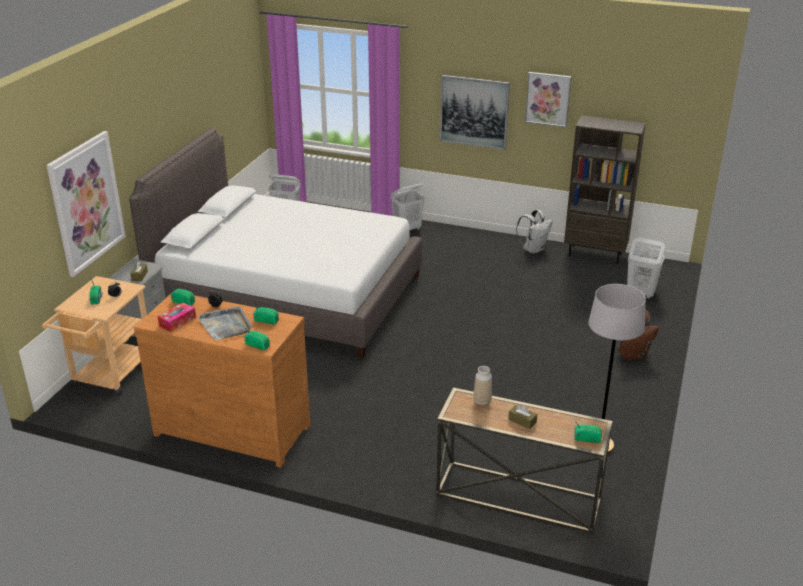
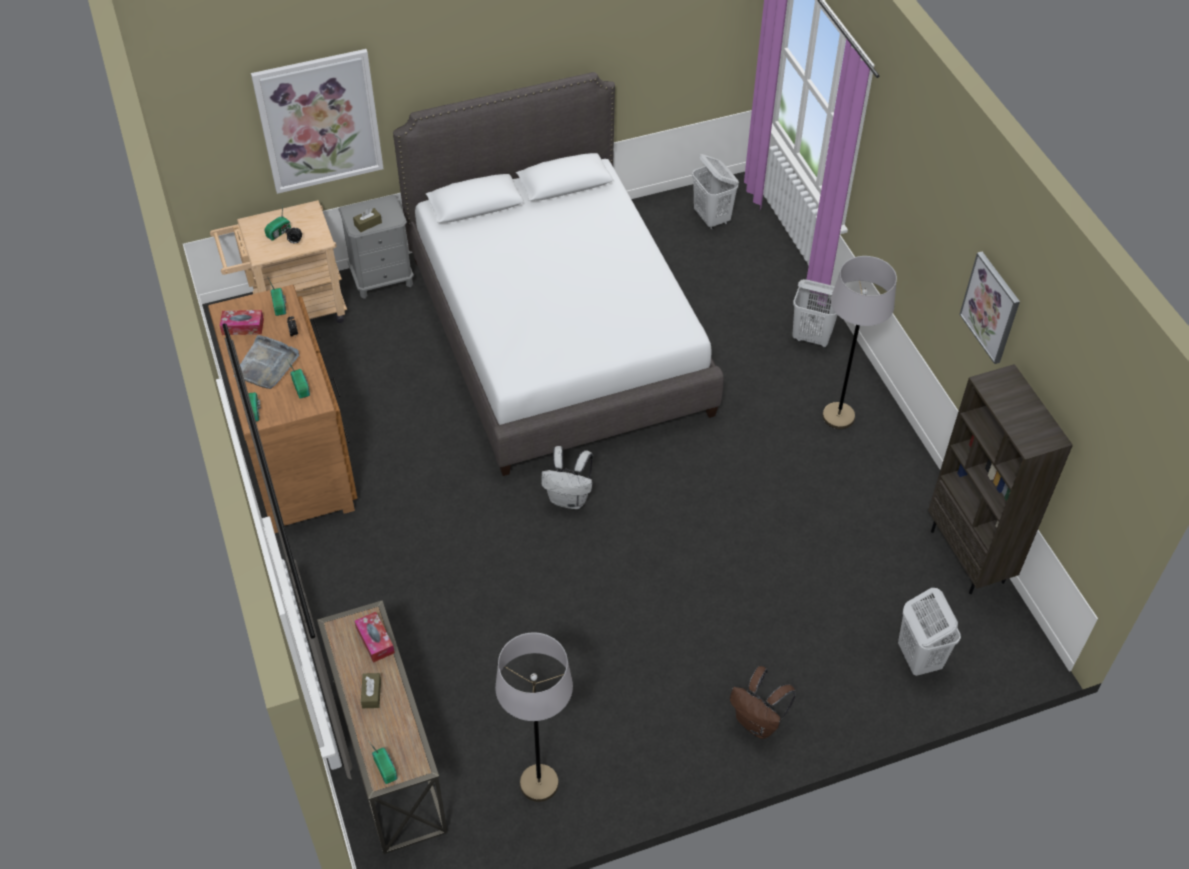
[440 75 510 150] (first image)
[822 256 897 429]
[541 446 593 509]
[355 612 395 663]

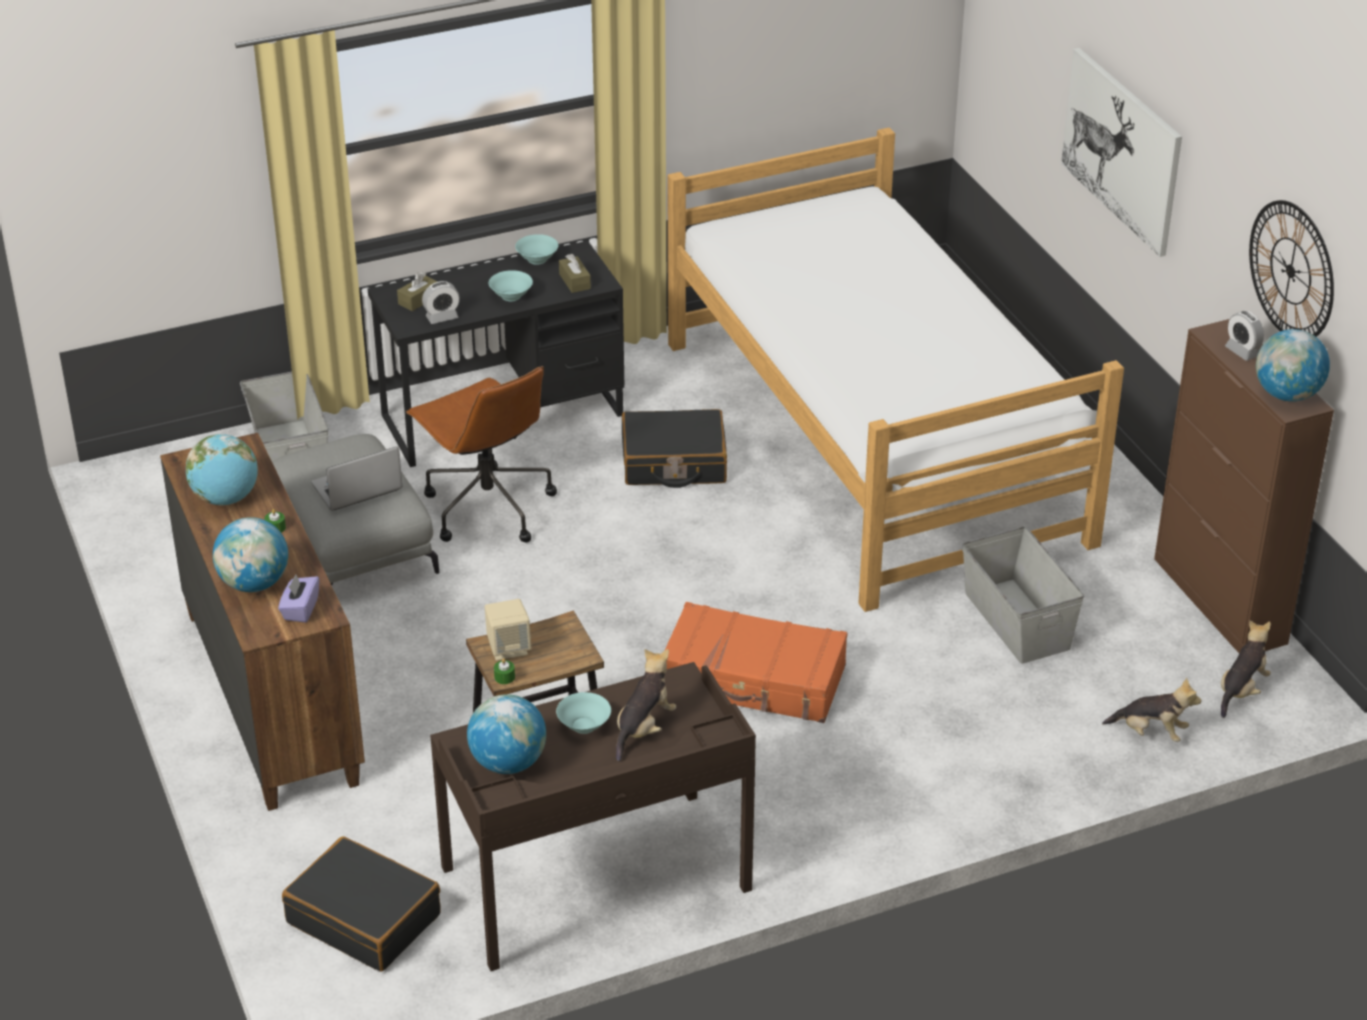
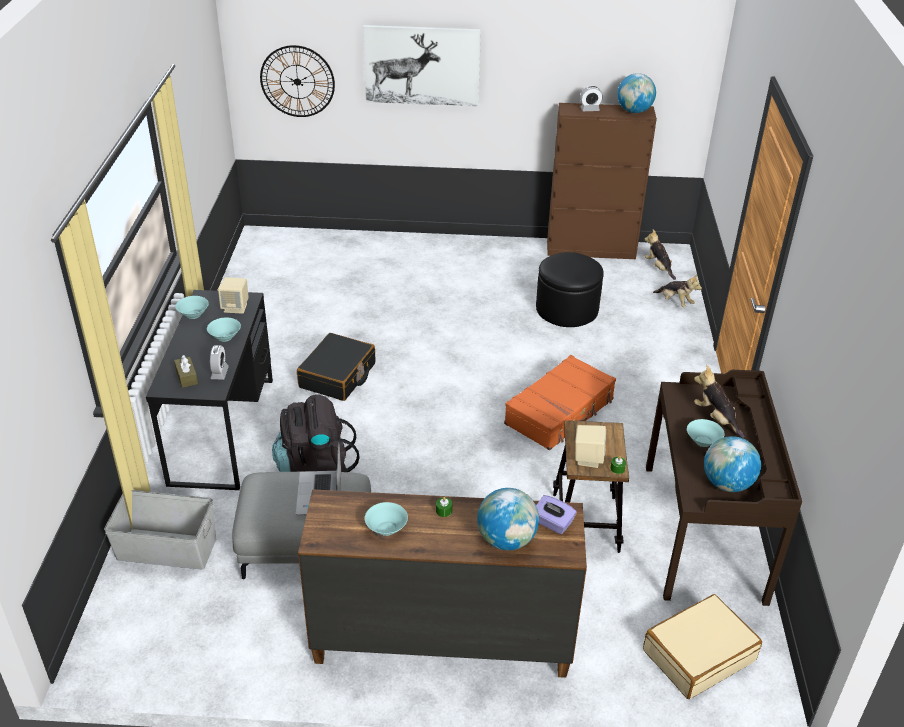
[667 128 1124 612] (first image)
[260 45 335 117]
[365 502 408 536]
[272 394 360 472]
[218 277 249 314]
[536 252 604 327]
[643 594 762 699]
[653 274 702 308]

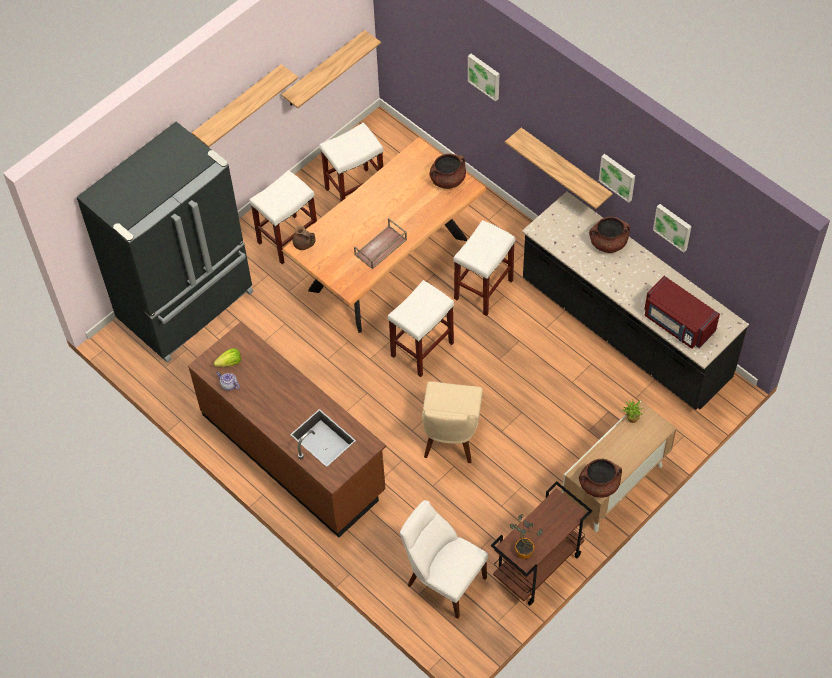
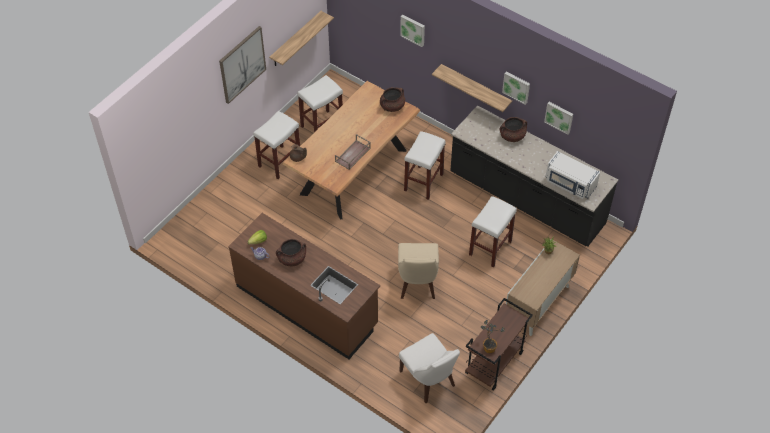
[77 121 254 363] (first image)
[469 196 517 267]
[276 239 306 266]
[219 26 266 104]
[546 151 600 199]
[399 333 460 403]

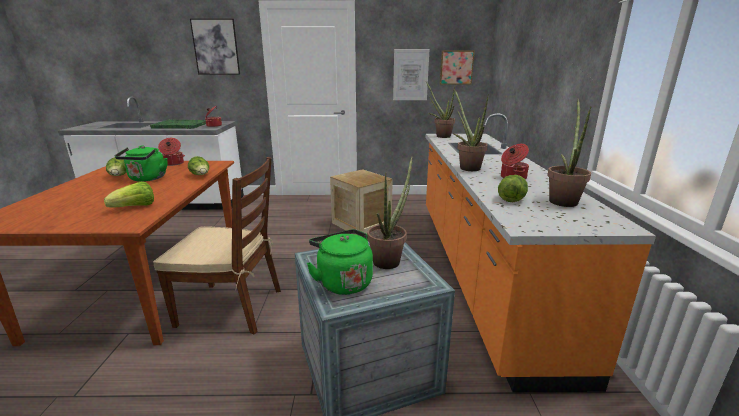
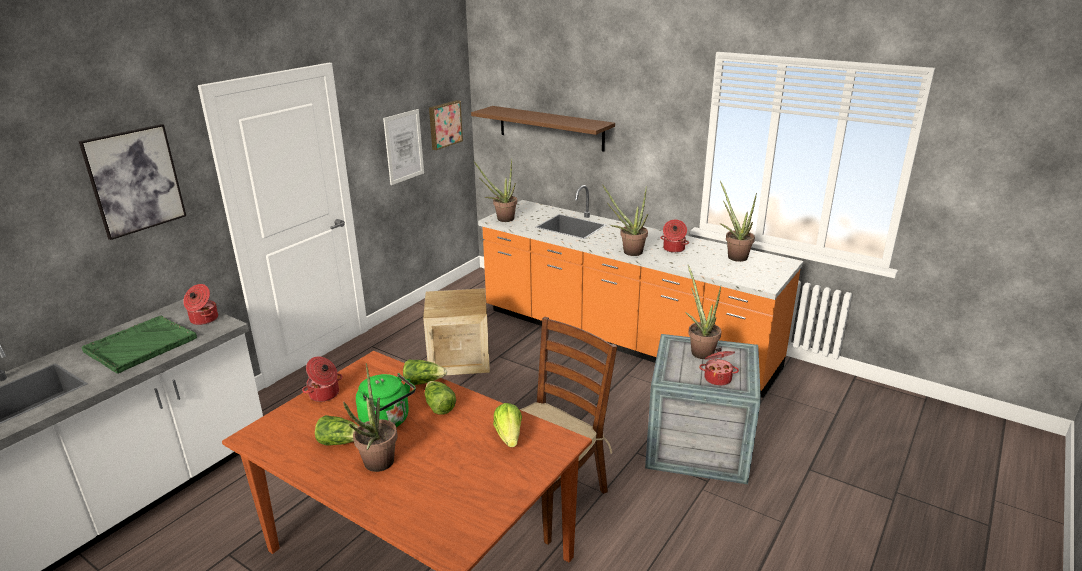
[343 363 398 472]
[471 106 615 152]
[425 381 456 414]
[699 348 739 386]

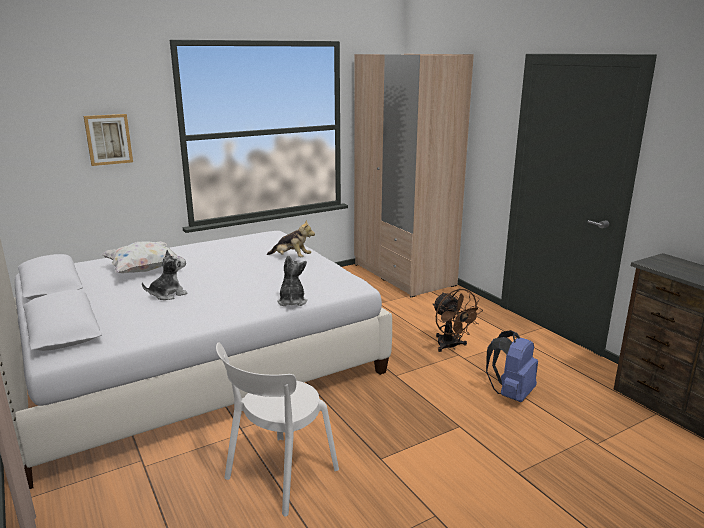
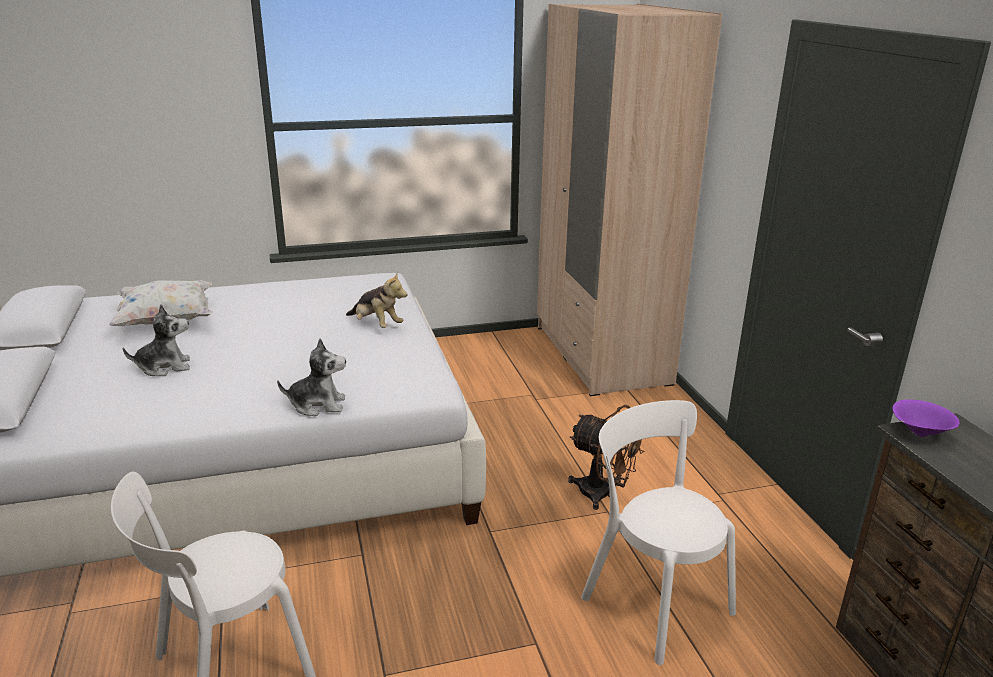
[84 114 133 166] (first image)
[892 399 959 437]
[581 400 736 665]
[277 338 346 416]
[568 405 645 510]

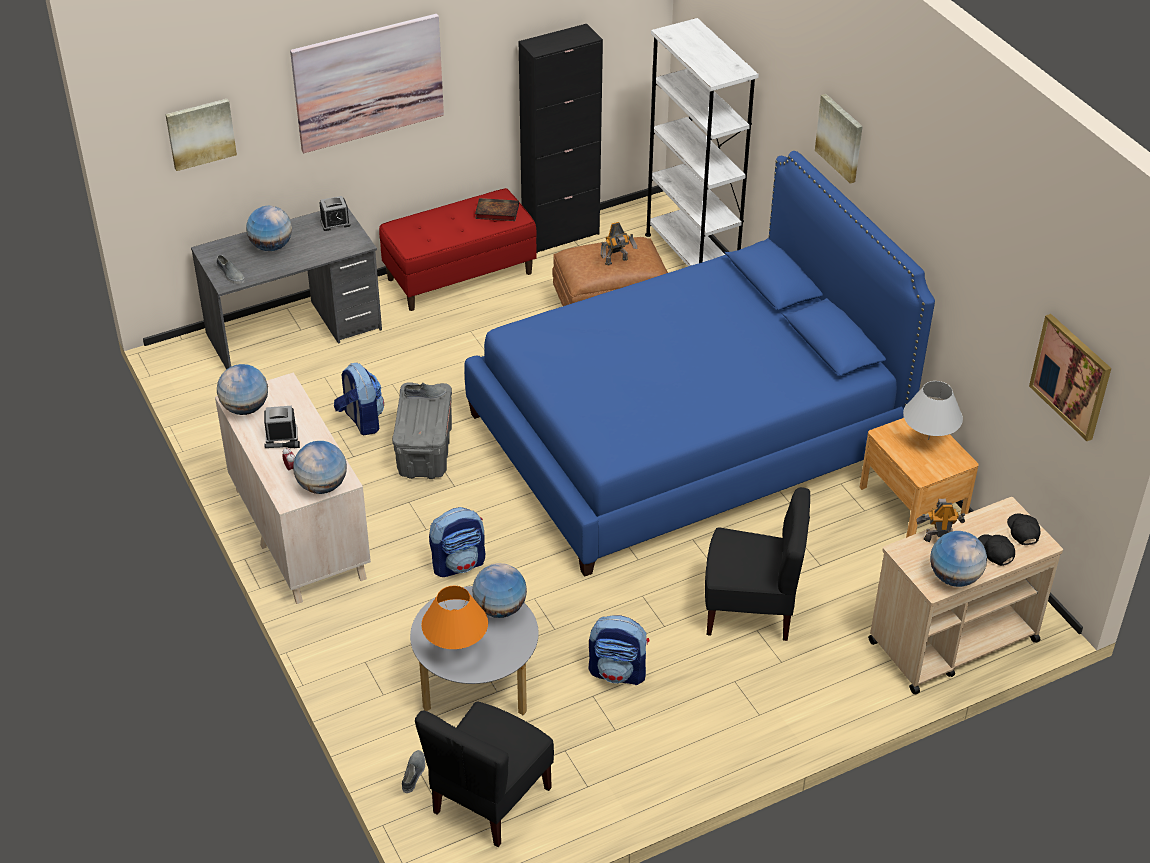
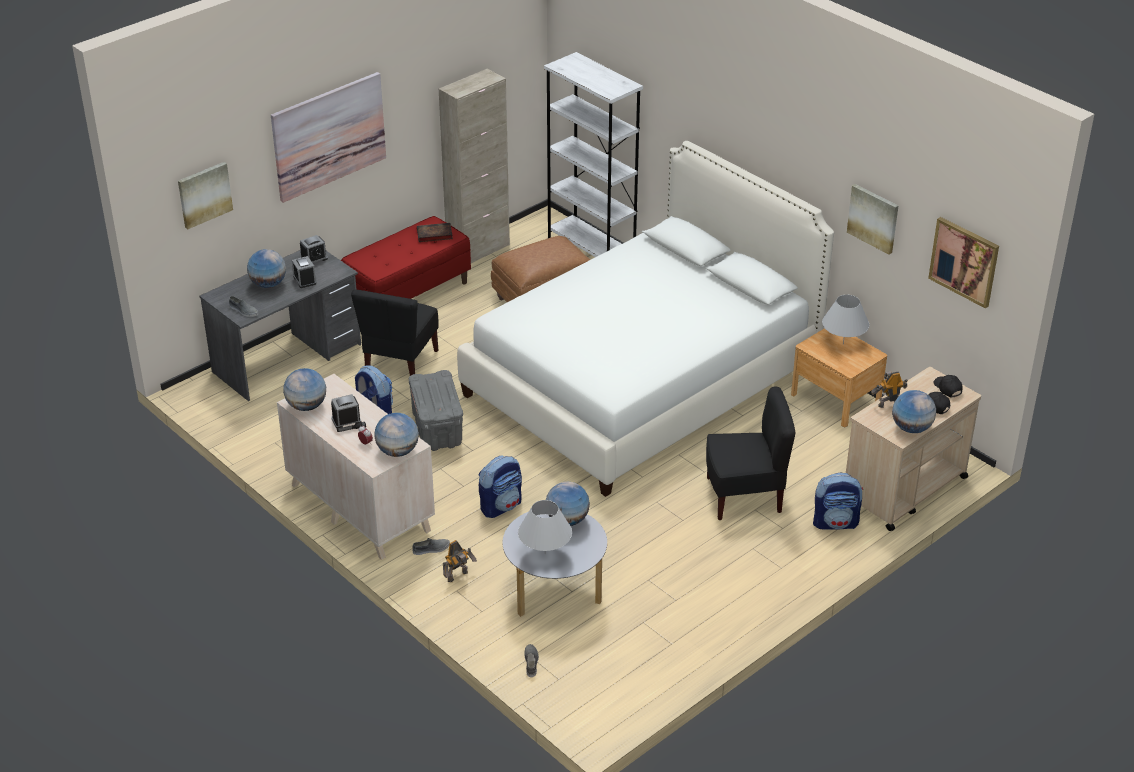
[292 256 316 288]
[412 538 450 555]
[351 289 439 376]
[813 473 863 530]
[443 540 477 582]
[847 184 898 254]
[518 500 572 554]
[457 141 834 497]
[439 69 510 263]

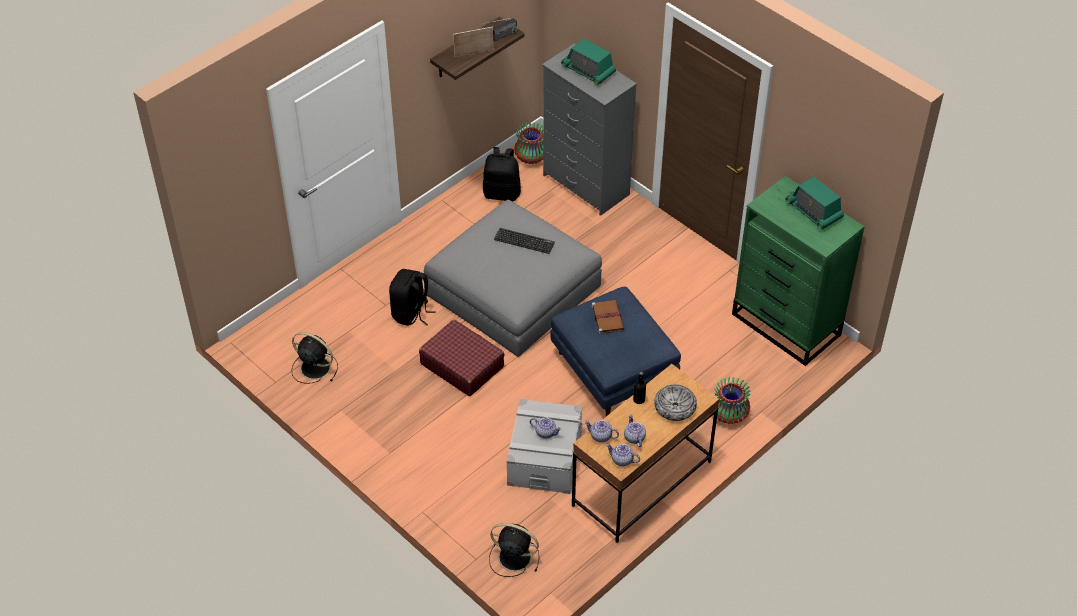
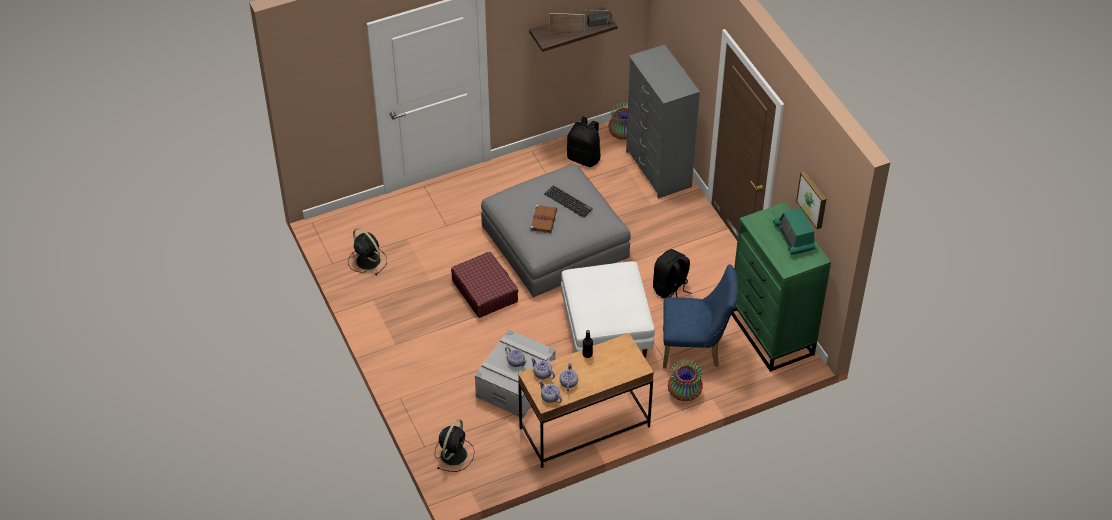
[561 39 616 85] (first image)
[654 384 697 421] (first image)
[663 264 738 368]
[796 171 826 229]
[653 249 692 299]
[530 205 557 233]
[561 261 655 358]
[435 419 475 472]

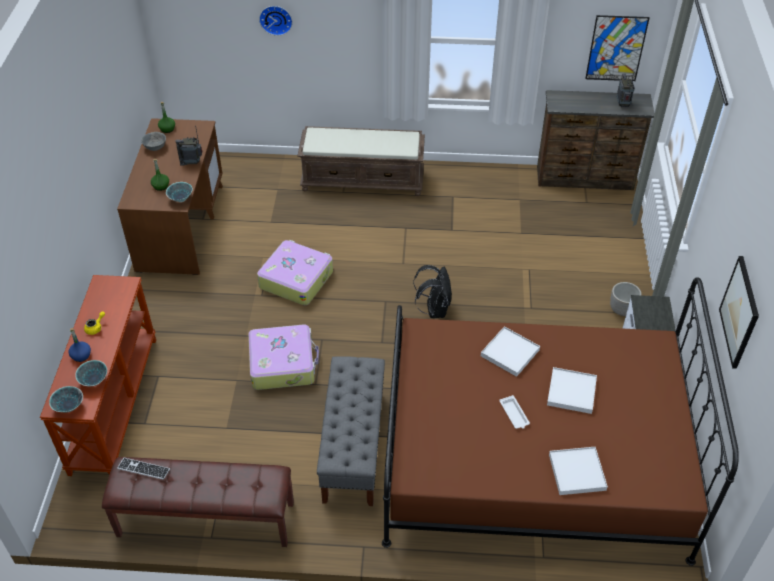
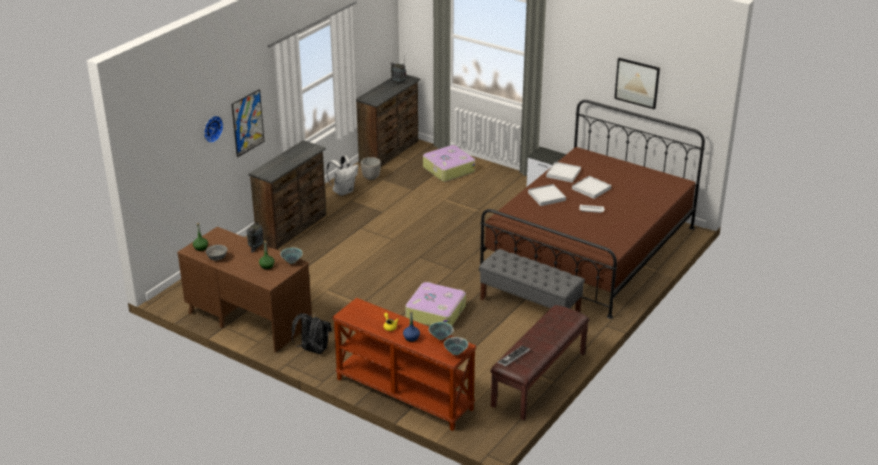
[327 156 358 196]
[423 145 475 182]
[292 313 332 354]
[546 162 581 183]
[231 89 265 157]
[361 157 381 180]
[248 140 326 250]

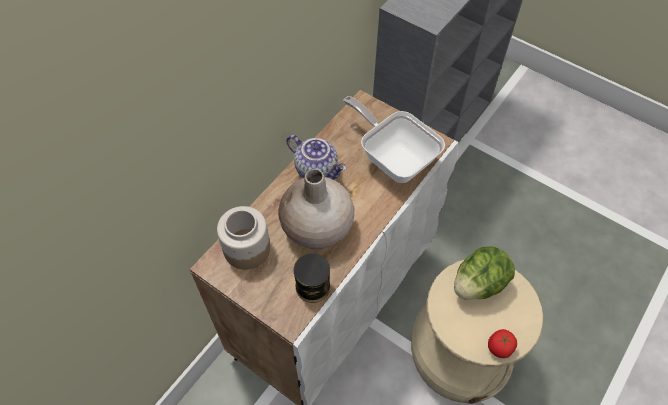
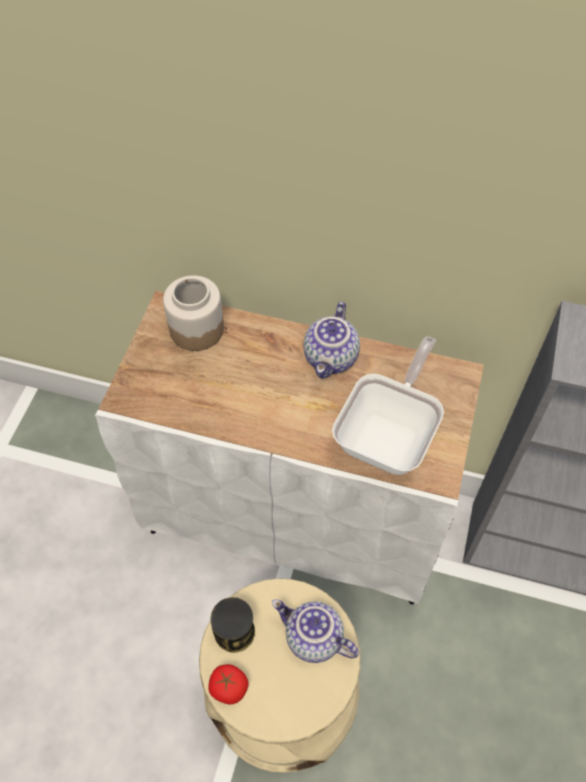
[278 169 354 249] (first image)
[210 597 255 653]
[272 599 359 663]

